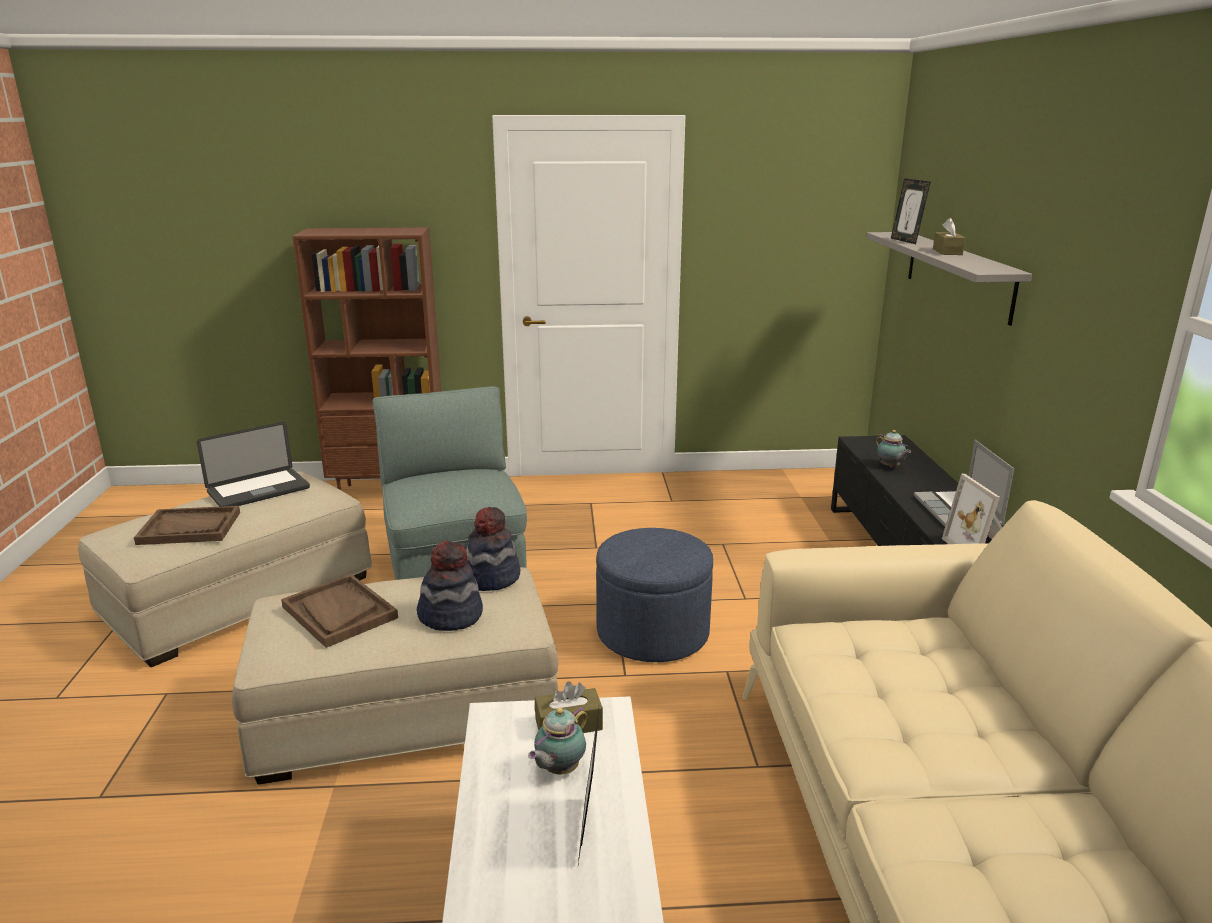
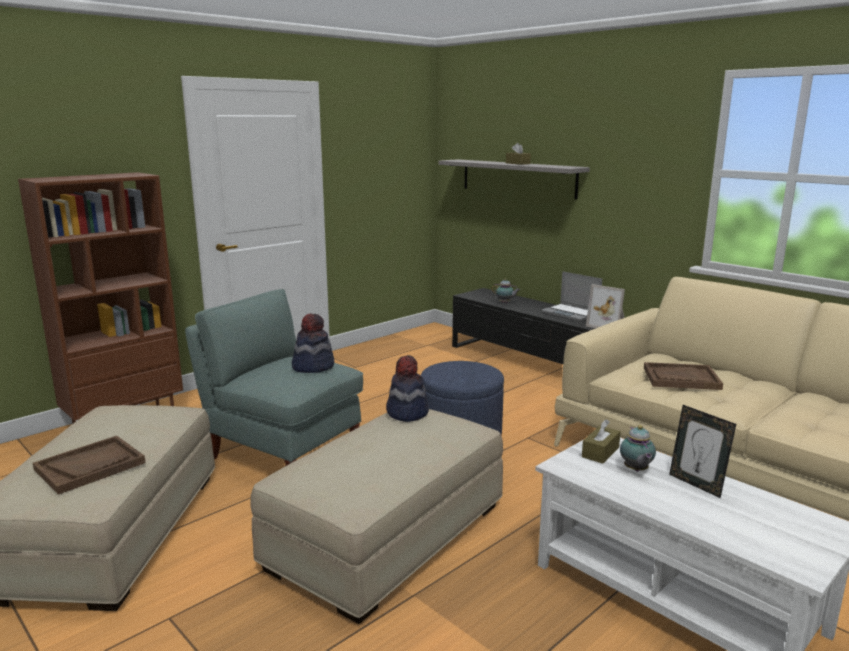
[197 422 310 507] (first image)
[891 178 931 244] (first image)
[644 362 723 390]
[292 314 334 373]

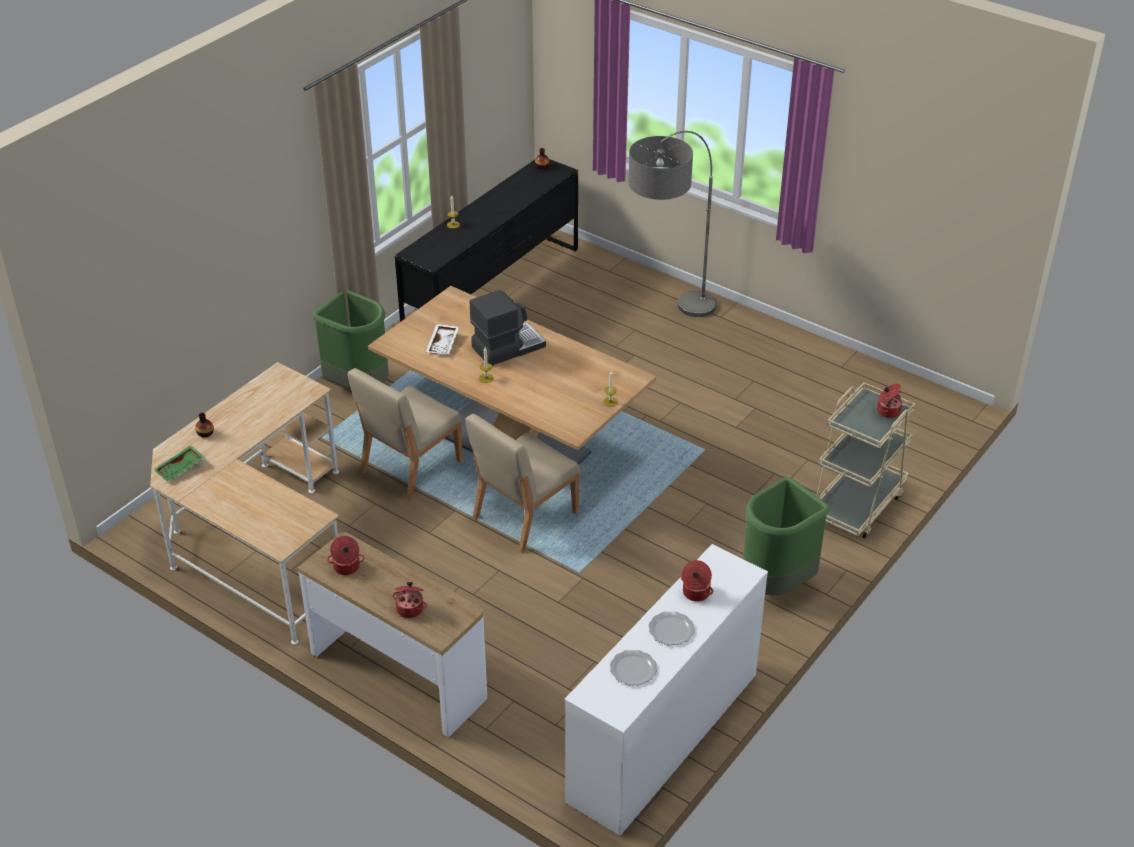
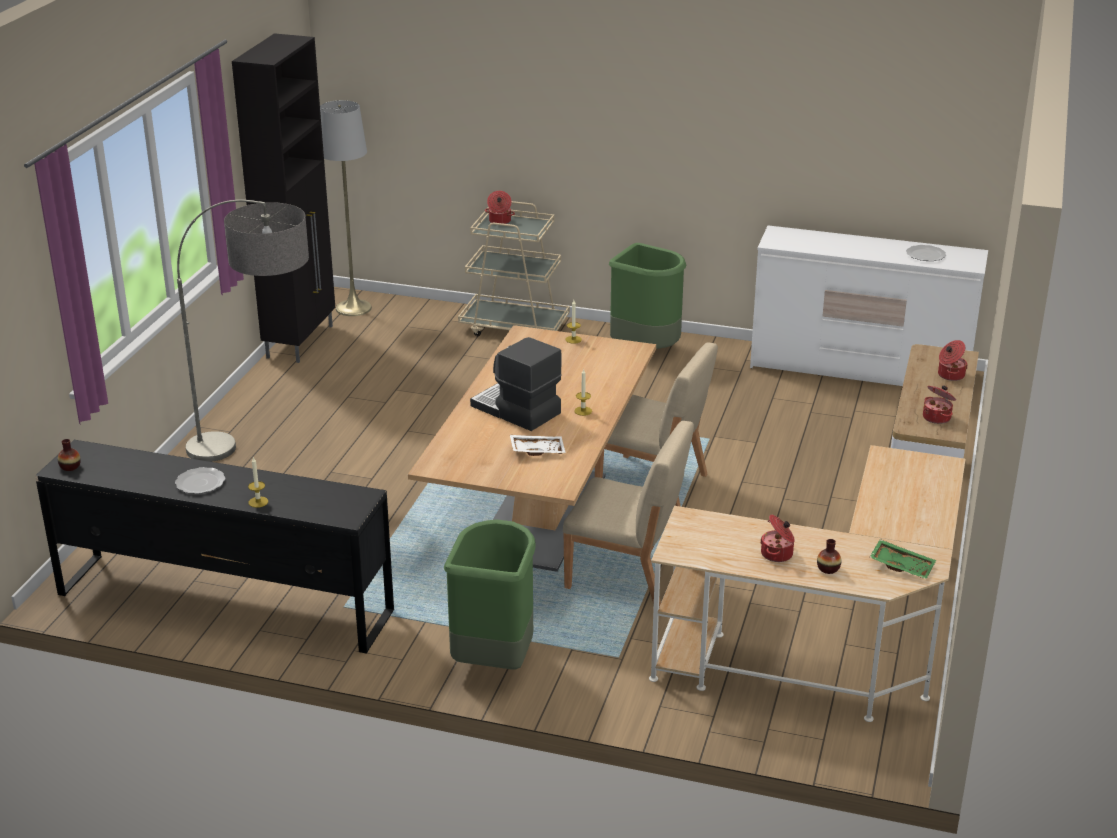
[232 33 335 363]
[320 100 372 316]
[175 467 225 494]
[760 515 795 562]

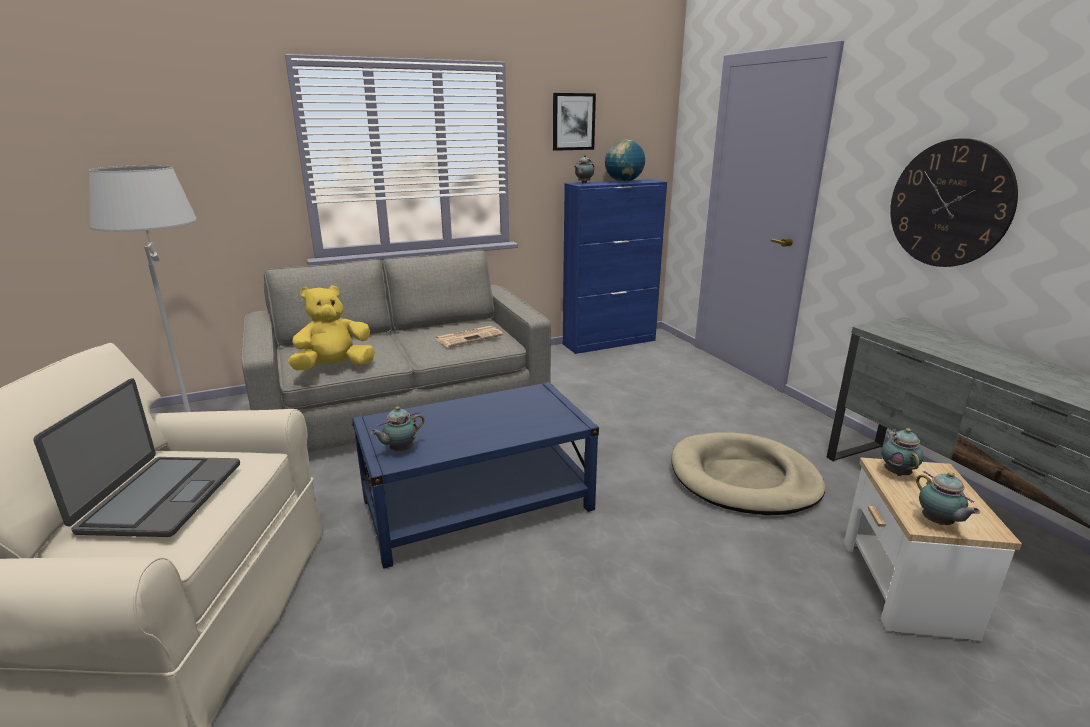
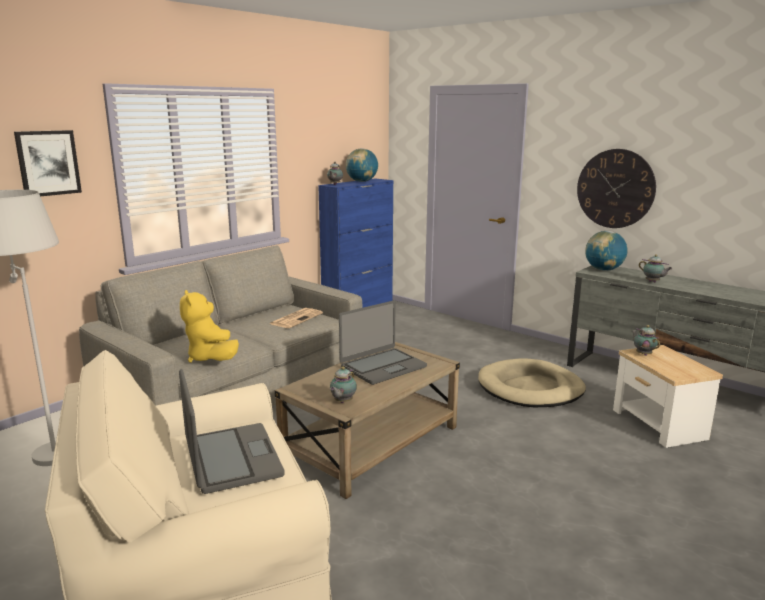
[339 301 427 385]
[585 231 627 271]
[14 130 82 196]
[639 254 672 283]
[275 342 460 499]
[180 290 239 363]

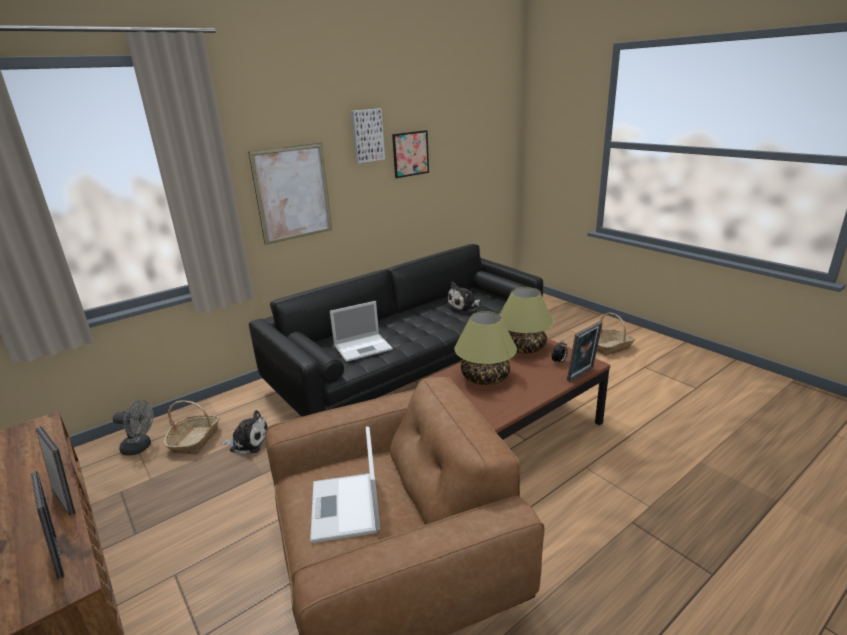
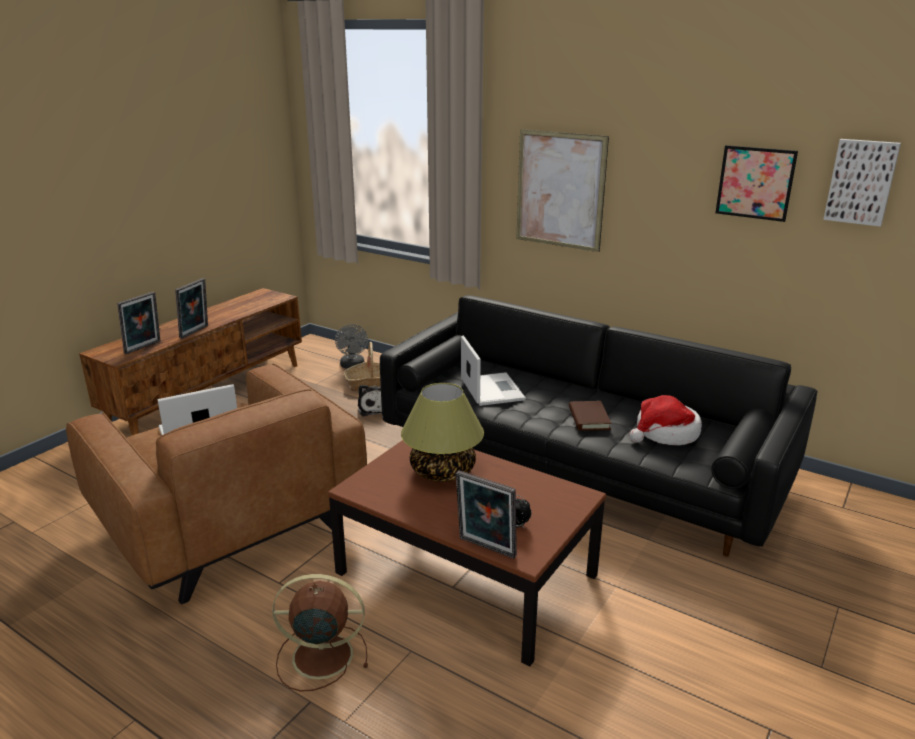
[499 287 554 353] (first image)
[597 312 636 356] (first image)
[272 574 368 692]
[569 401 612 431]
[823 139 901 227]
[629 395 702 445]
[461 335 526 406]

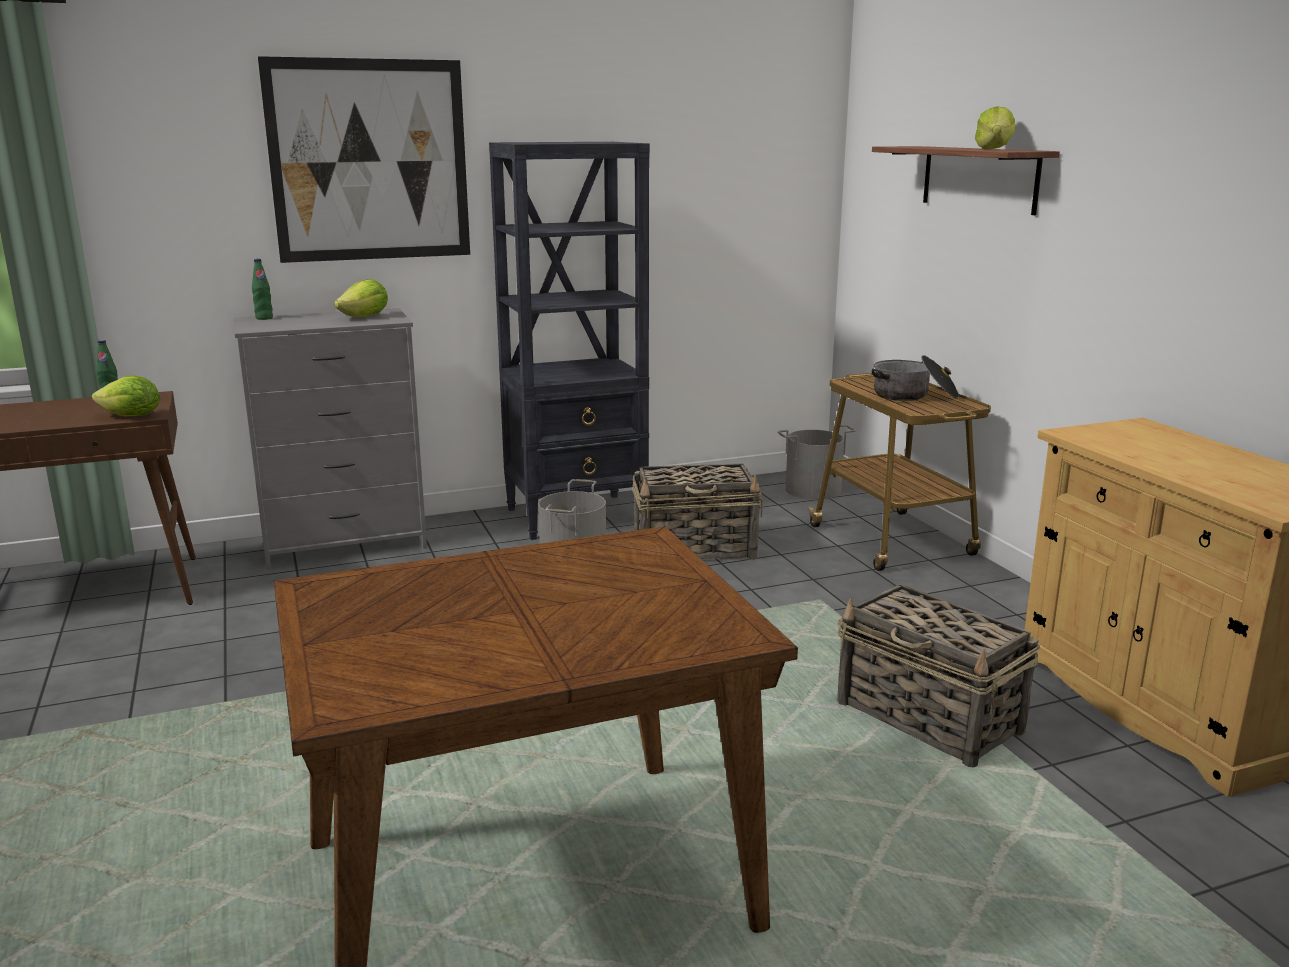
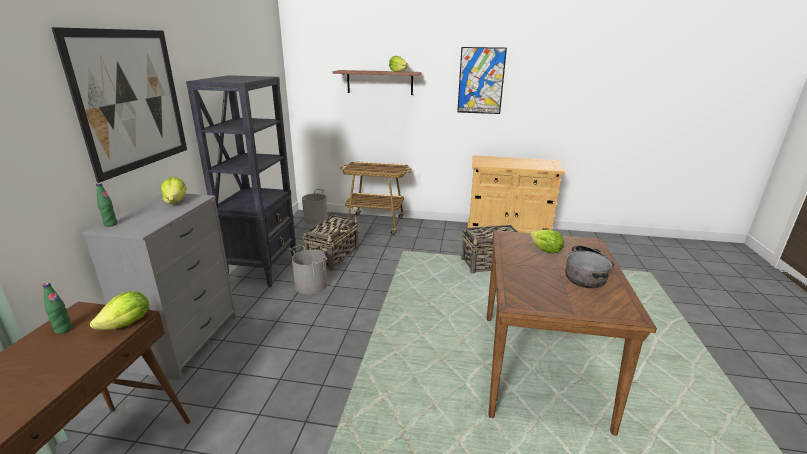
[457 47 507 114]
[530 229 564 253]
[565 245 614 288]

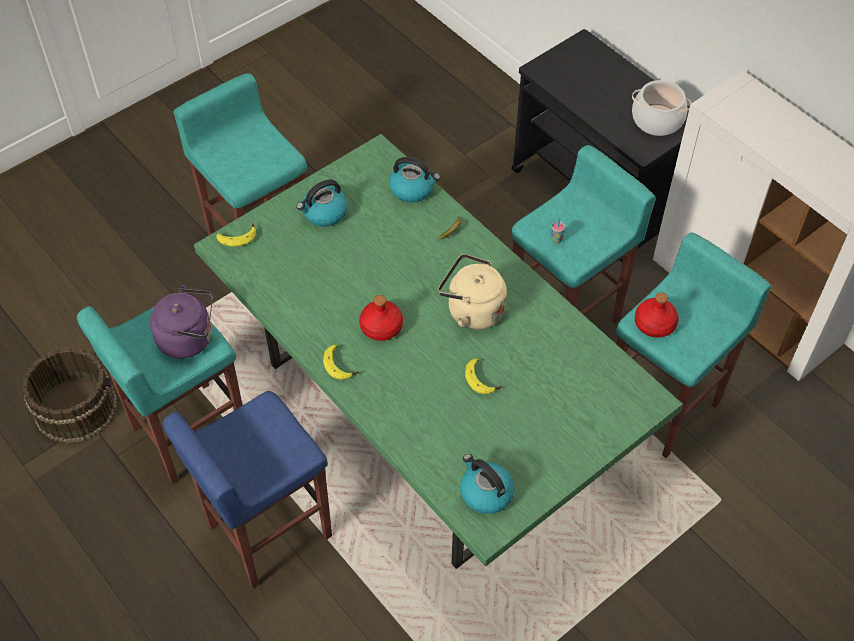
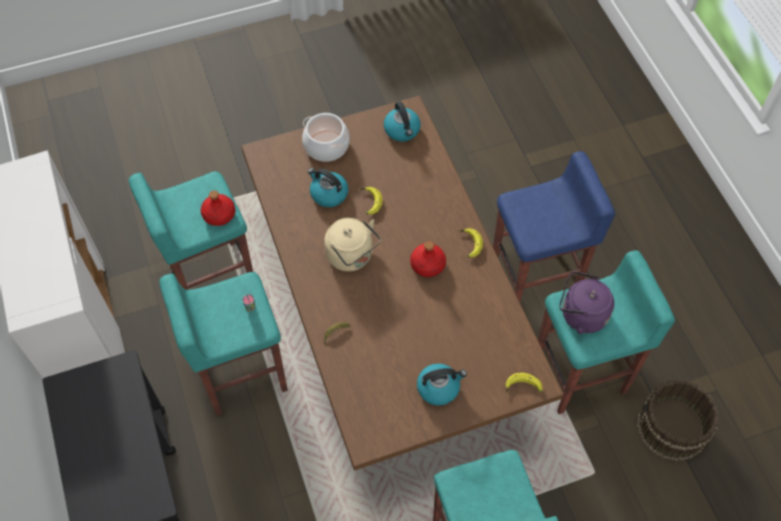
[308 168 348 207]
[302 113 350 162]
[241 96 564 470]

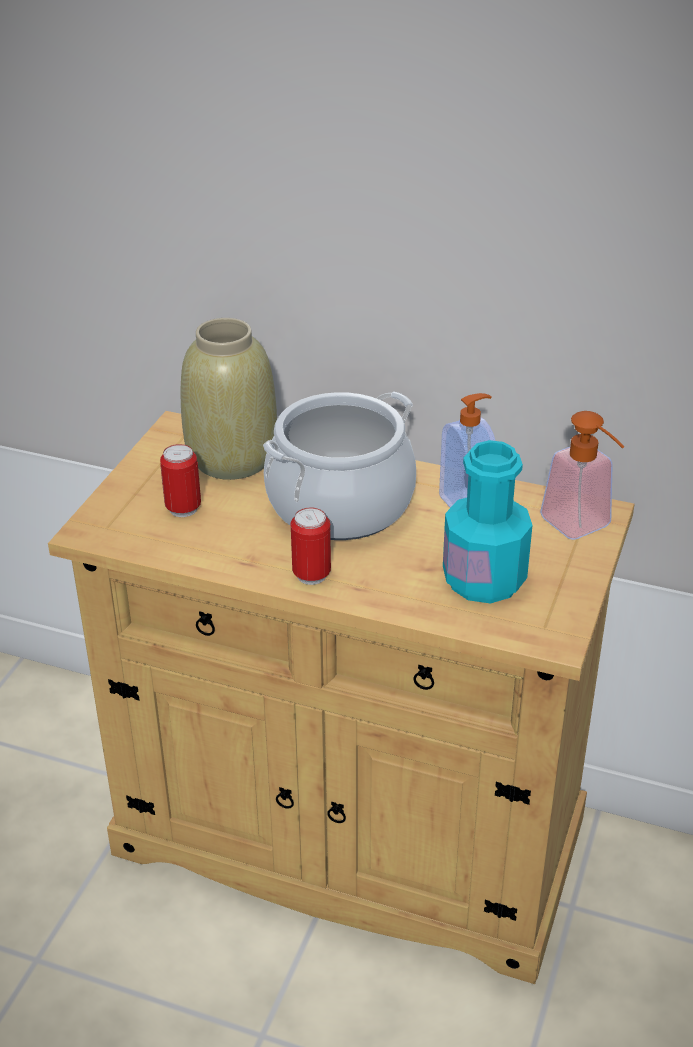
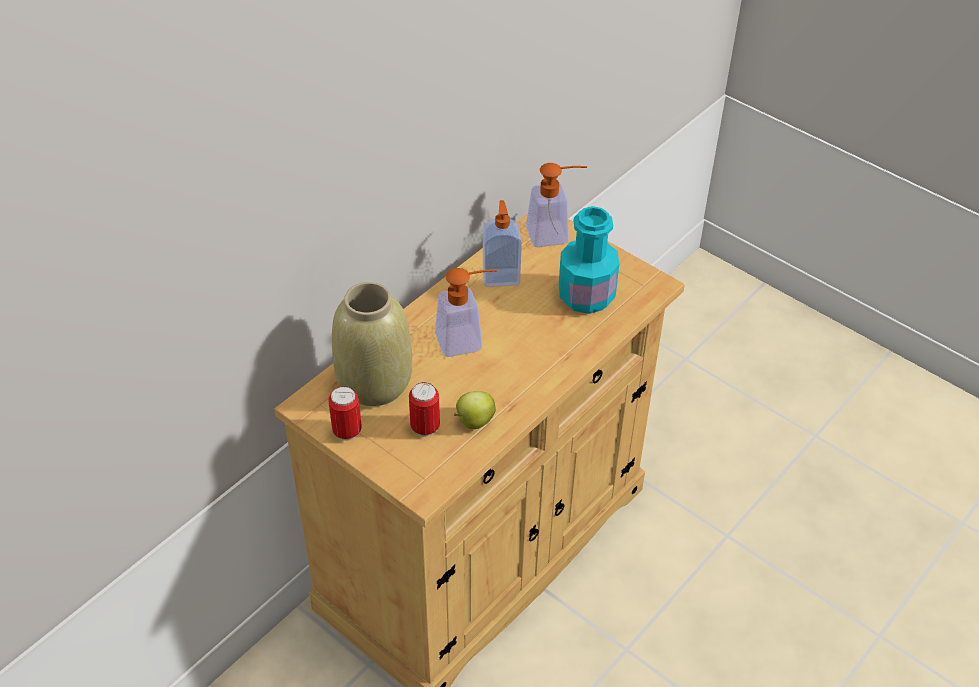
[454 391 496 429]
[328 386 362 441]
[435 268 497 357]

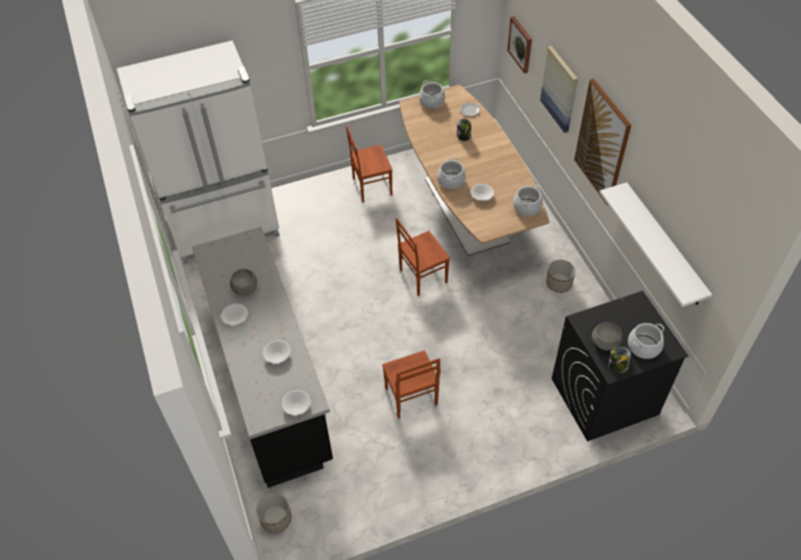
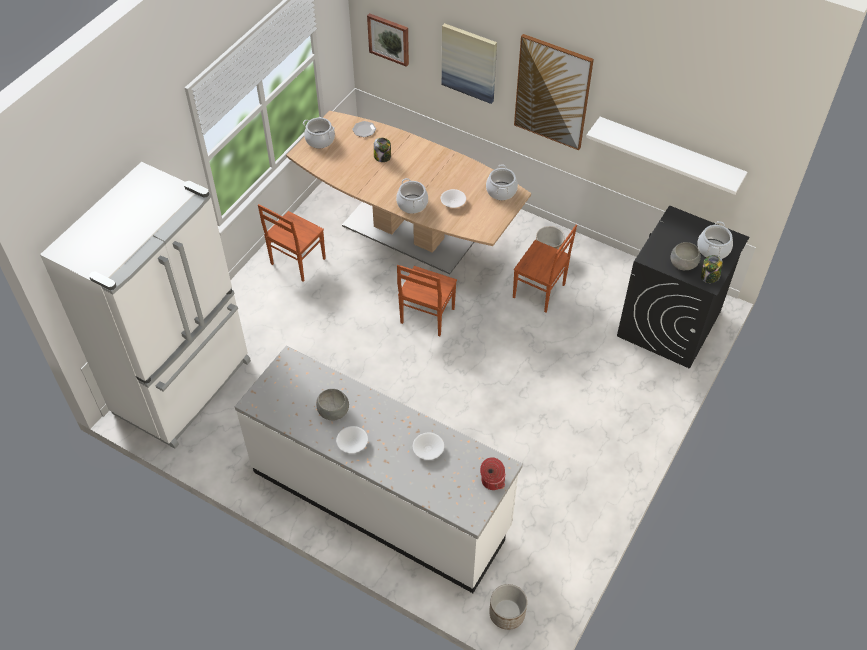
[513 225 577 313]
[480 457 505 490]
[235 346 523 593]

